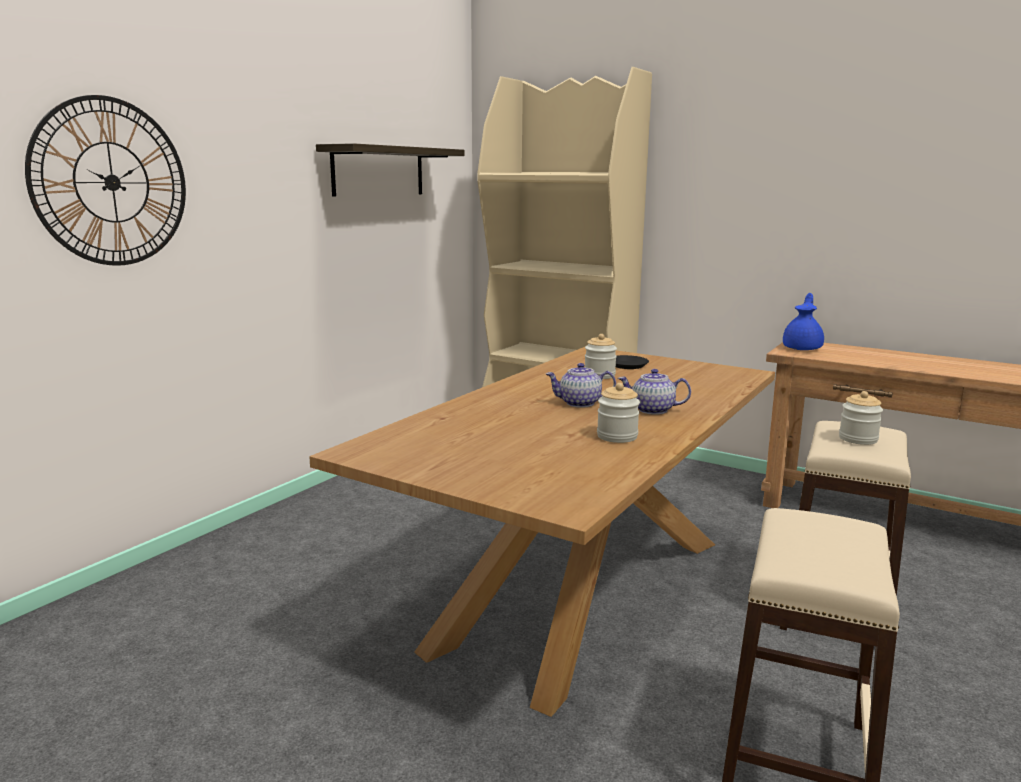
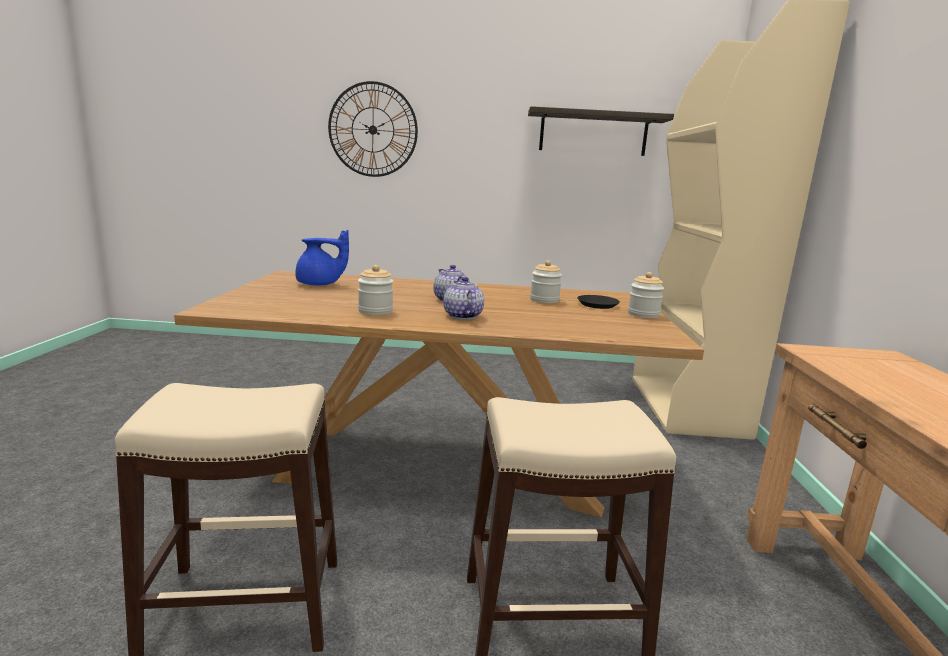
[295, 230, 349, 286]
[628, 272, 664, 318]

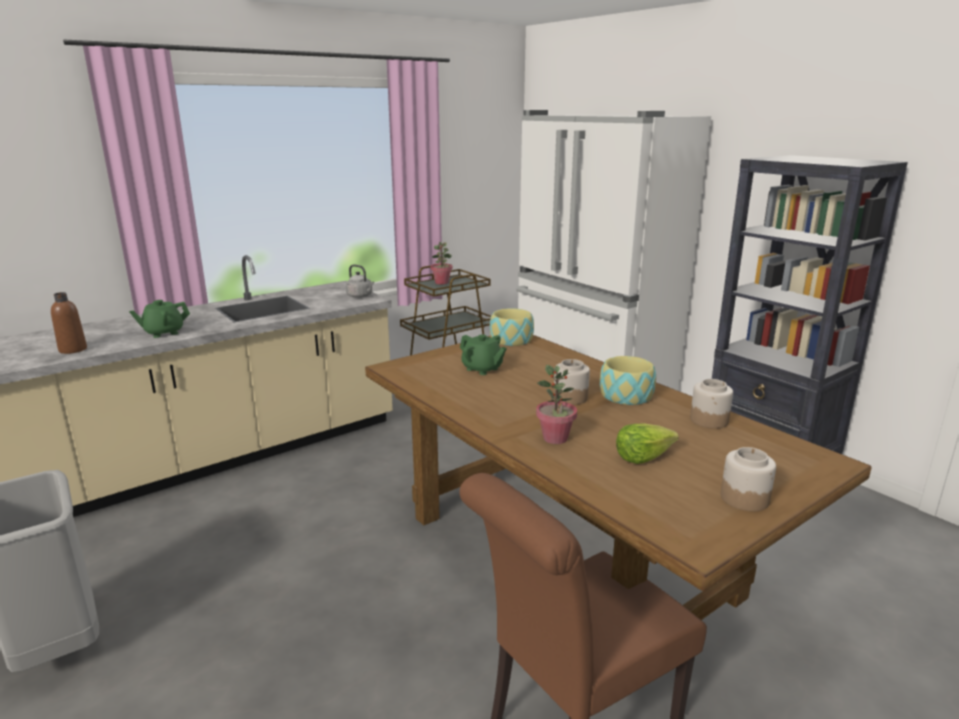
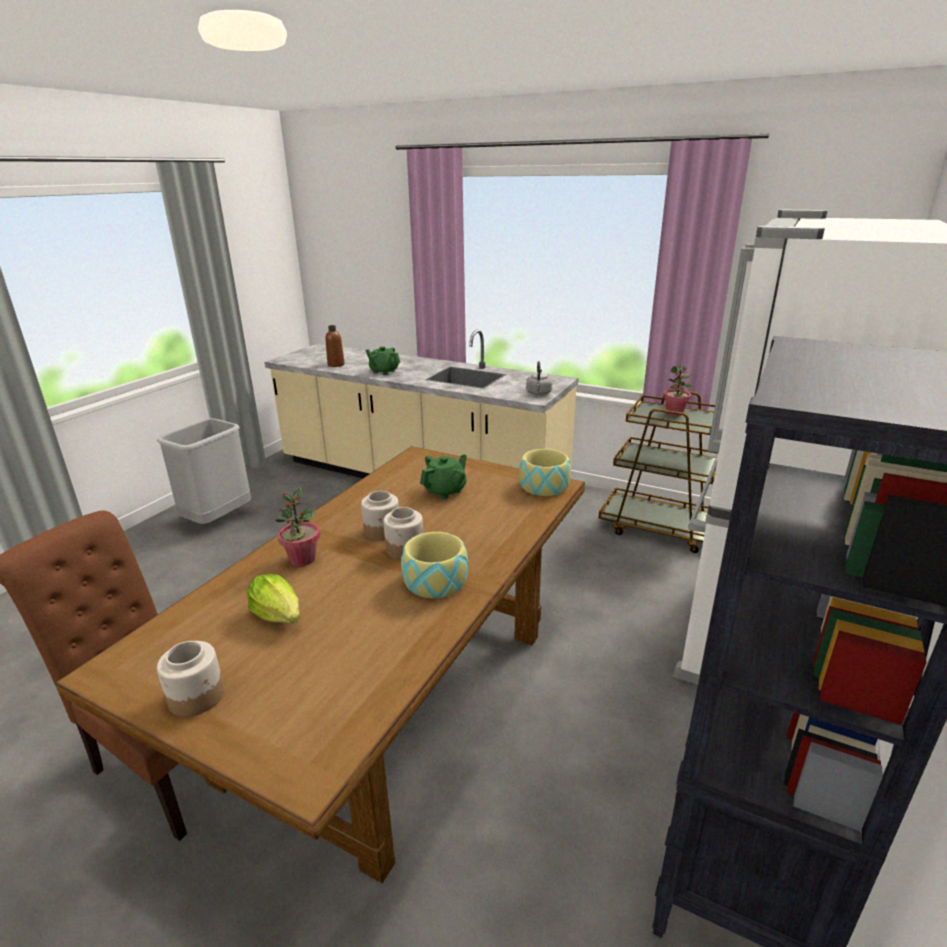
[361, 491, 399, 540]
[420, 455, 467, 499]

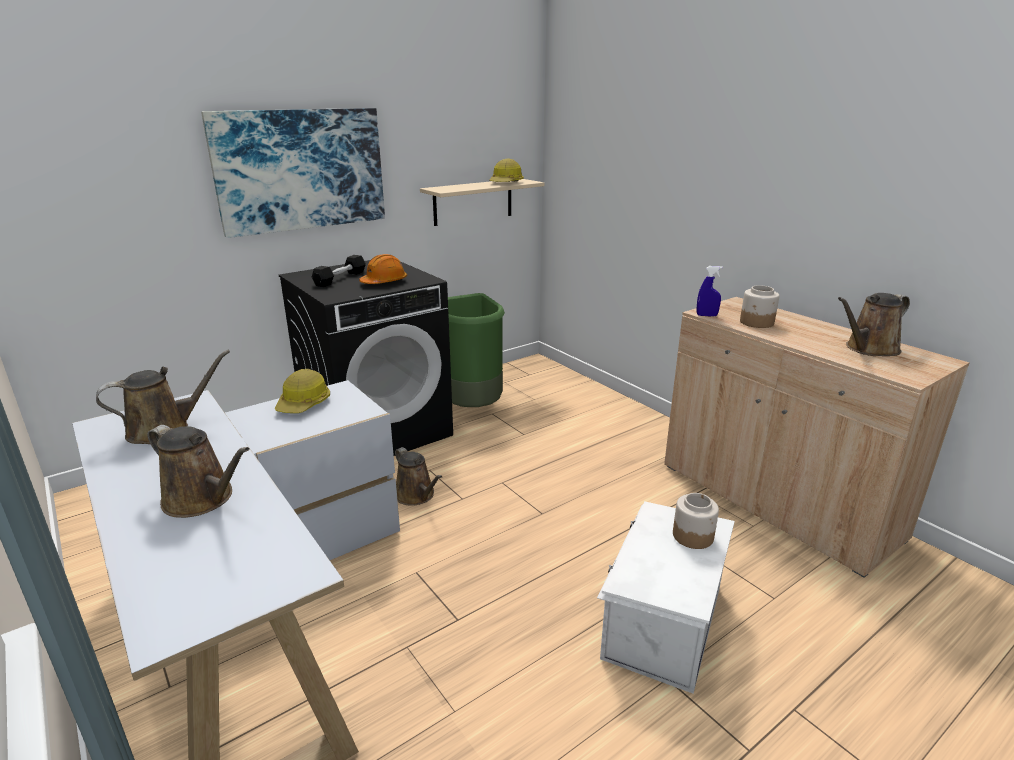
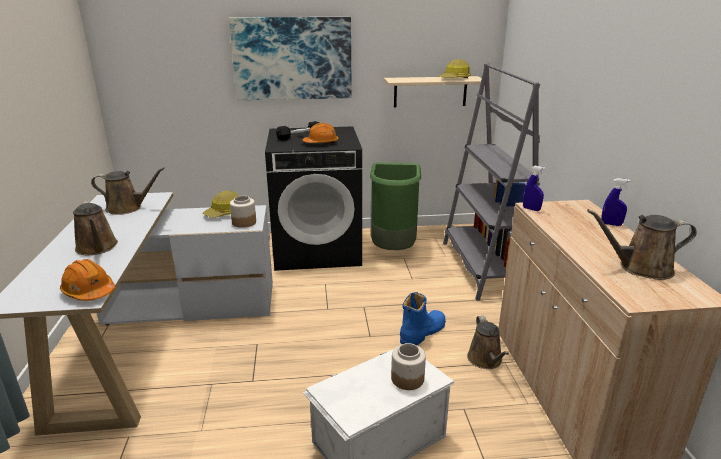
[60, 259, 115, 301]
[230, 196, 256, 228]
[400, 292, 446, 346]
[443, 63, 540, 301]
[467, 316, 509, 369]
[601, 178, 631, 226]

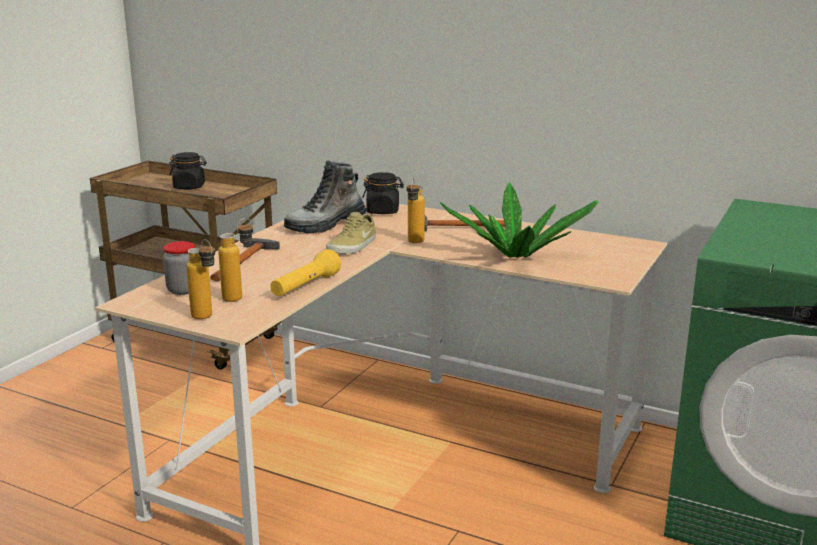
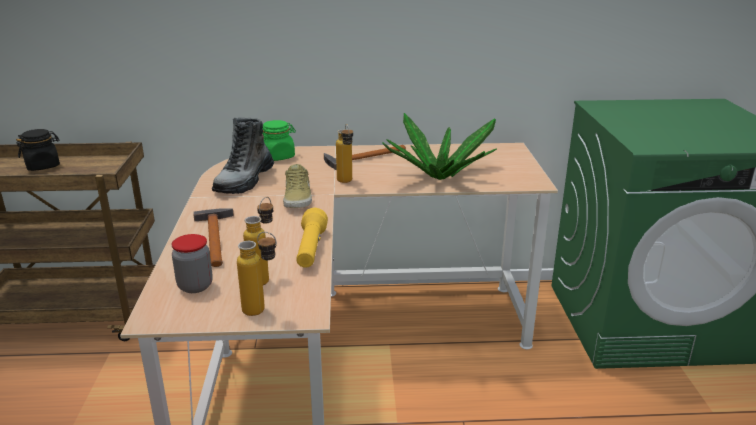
[262, 120, 296, 161]

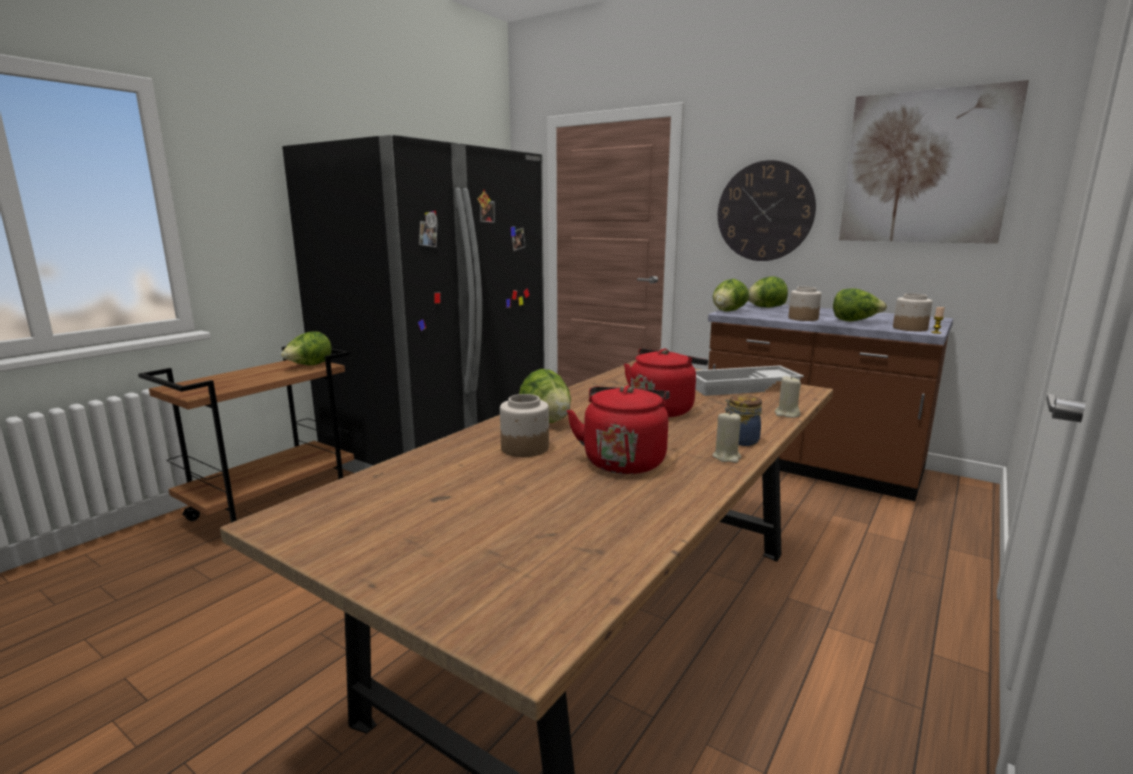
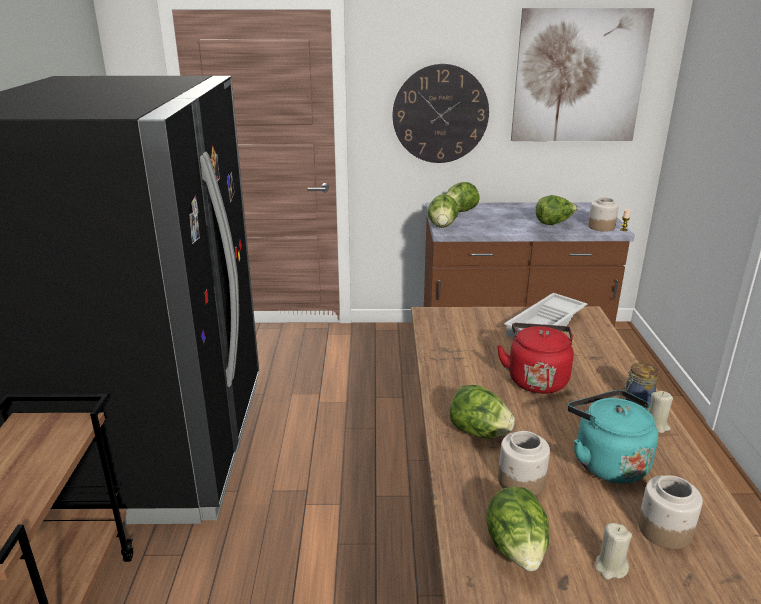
[486, 487, 549, 571]
[567, 390, 658, 483]
[595, 523, 632, 580]
[638, 475, 703, 549]

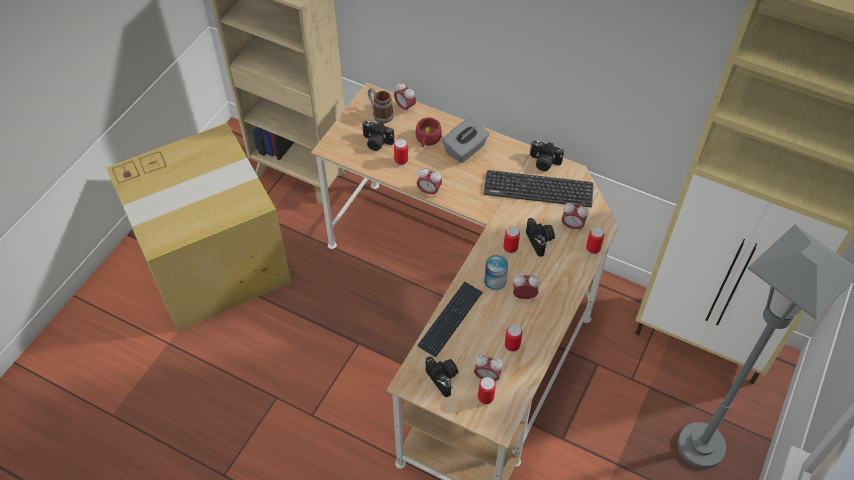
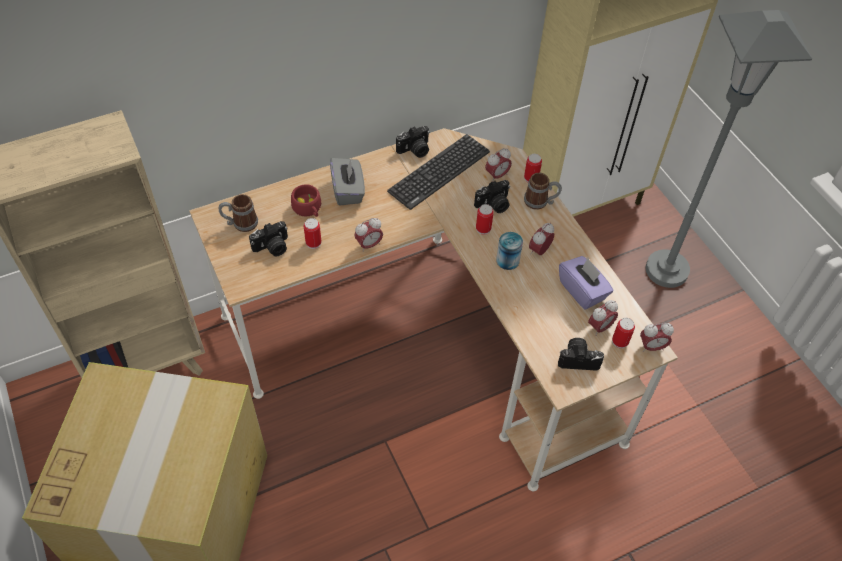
[474, 180, 510, 213]
[524, 173, 562, 210]
[559, 256, 614, 310]
[640, 323, 674, 352]
[417, 281, 483, 357] (first image)

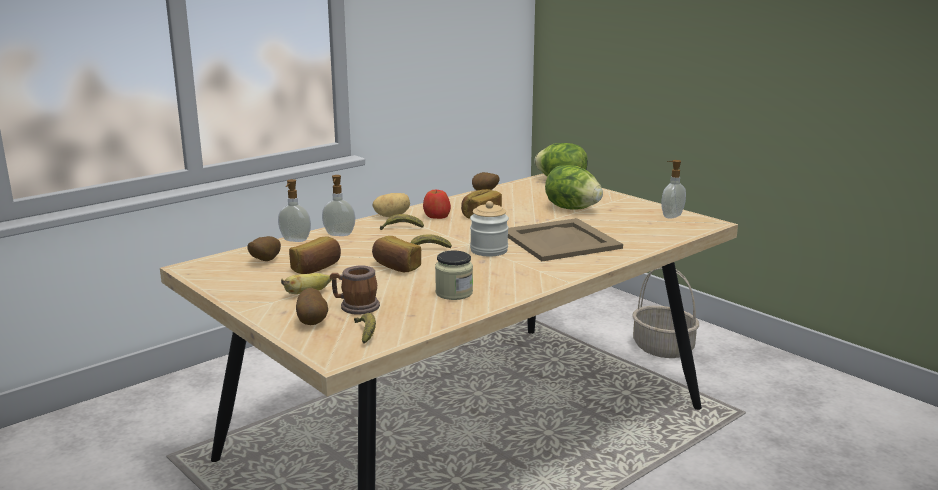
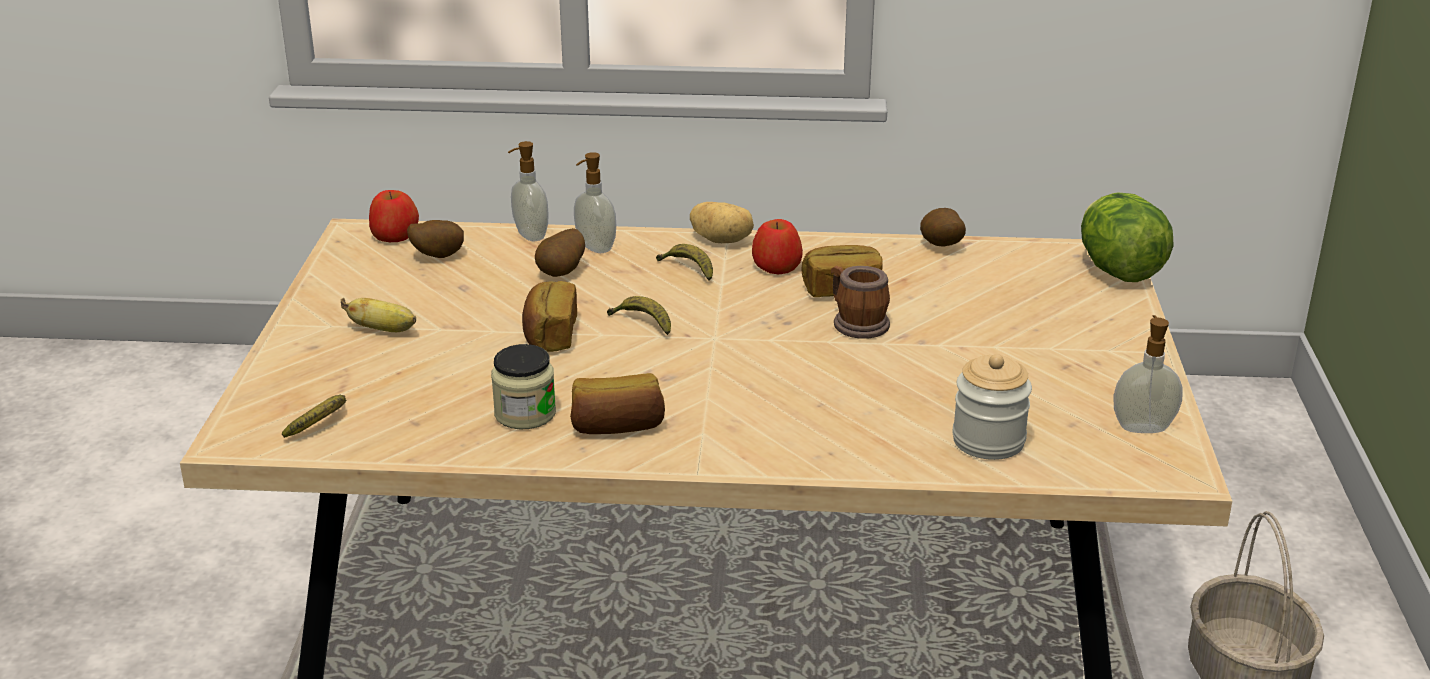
[369, 190, 419, 242]
[535, 228, 585, 277]
[570, 373, 665, 434]
[831, 266, 890, 339]
[952, 354, 1032, 460]
[508, 218, 623, 261] (first image)
[545, 165, 603, 210] (first image)

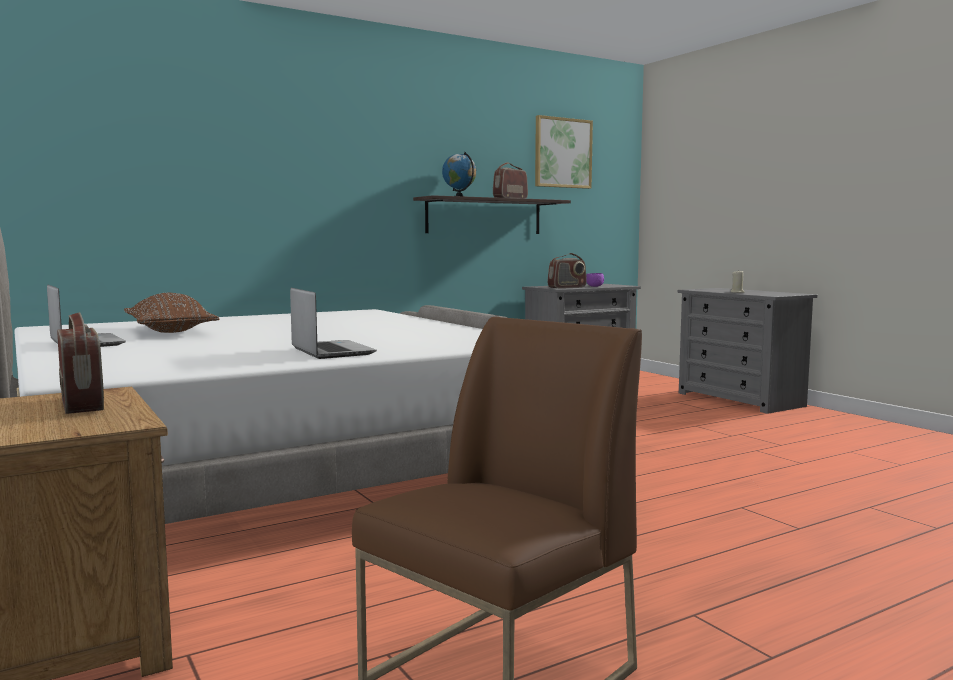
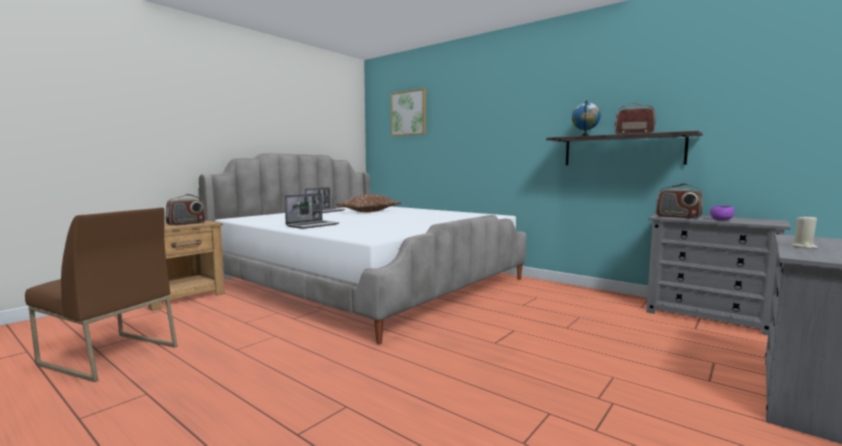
[391, 88, 426, 136]

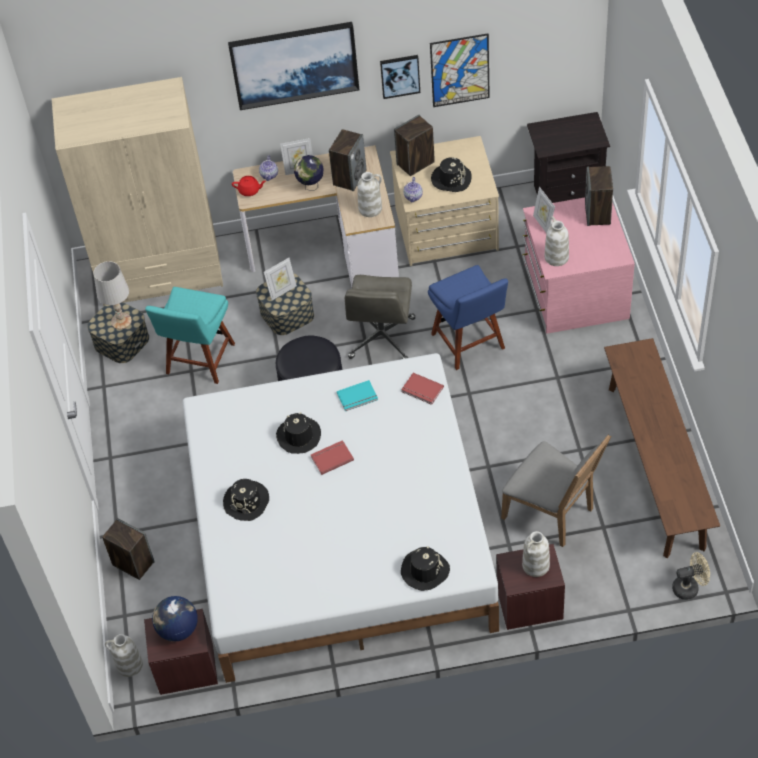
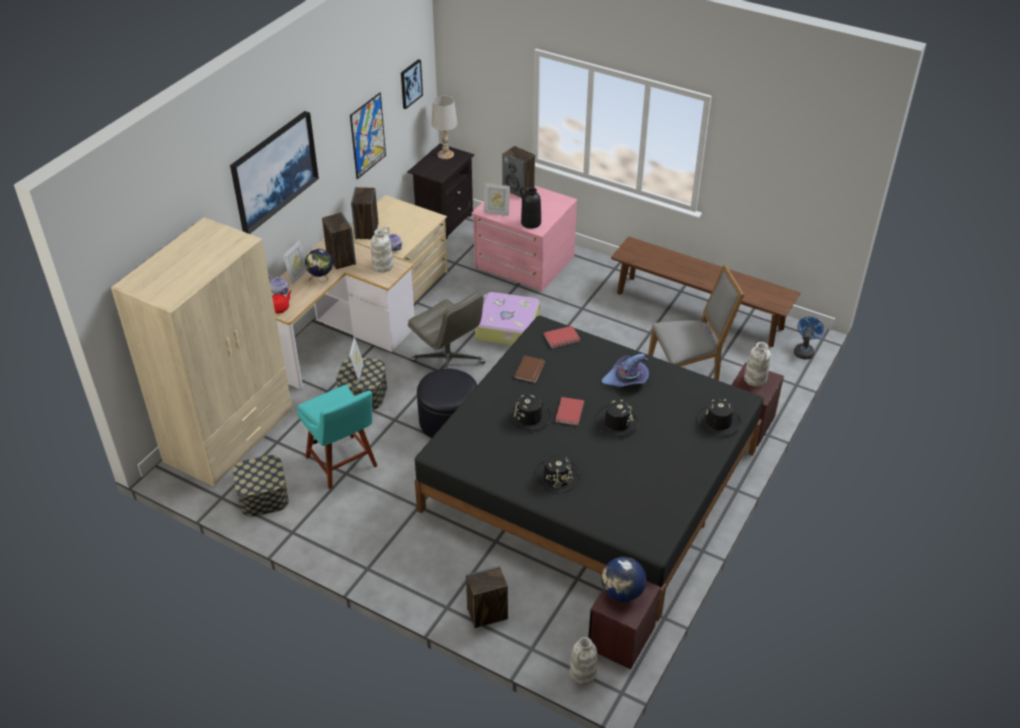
[401, 59, 423, 109]
[415, 315, 764, 621]
[432, 95, 457, 159]
[474, 292, 540, 346]
[514, 355, 545, 383]
[520, 187, 541, 229]
[596, 400, 639, 437]
[602, 354, 649, 387]
[794, 317, 824, 360]

